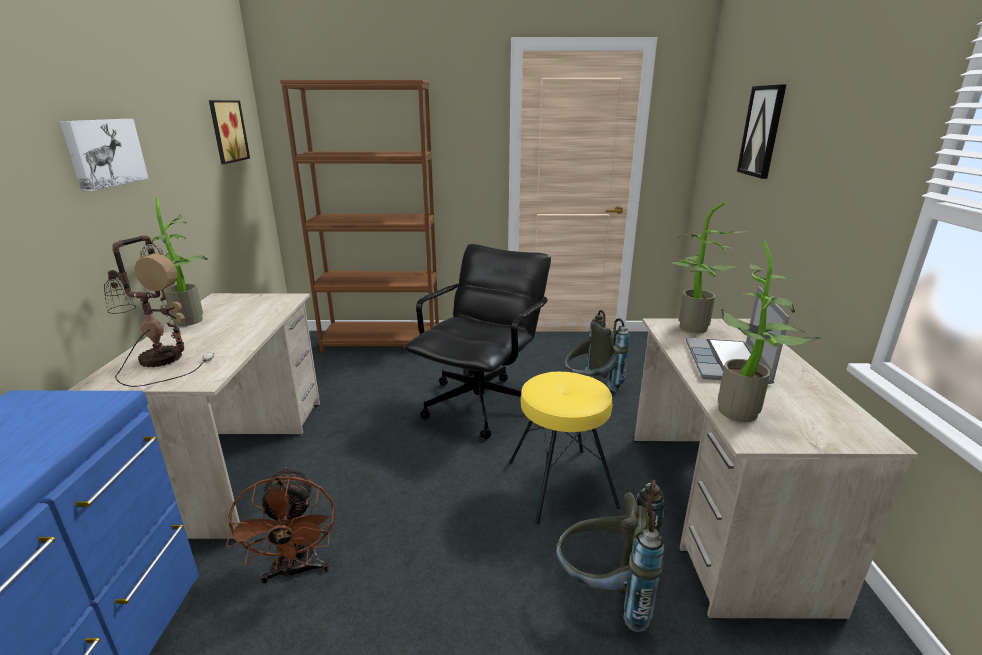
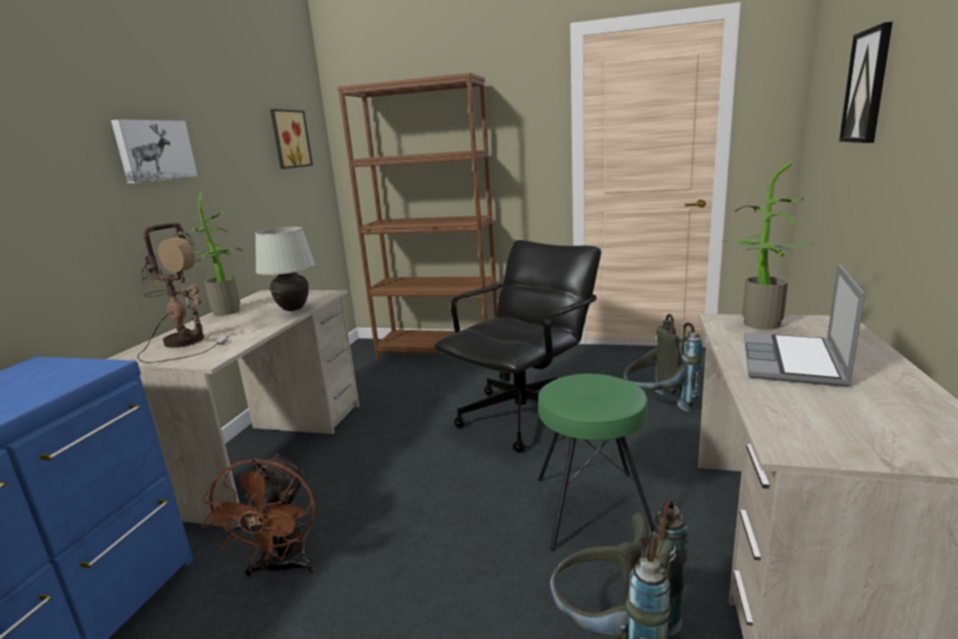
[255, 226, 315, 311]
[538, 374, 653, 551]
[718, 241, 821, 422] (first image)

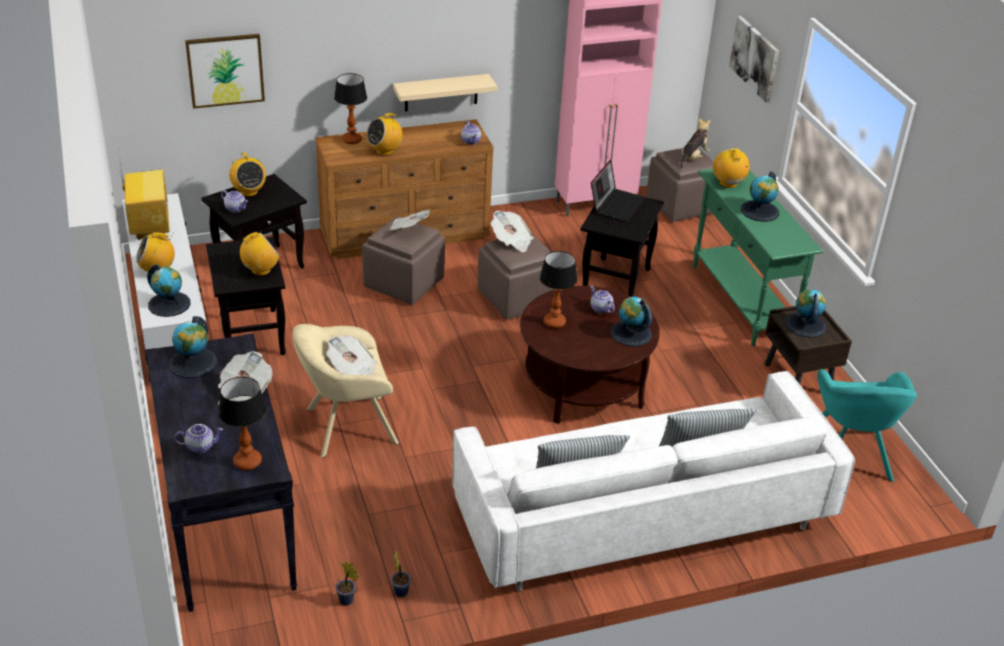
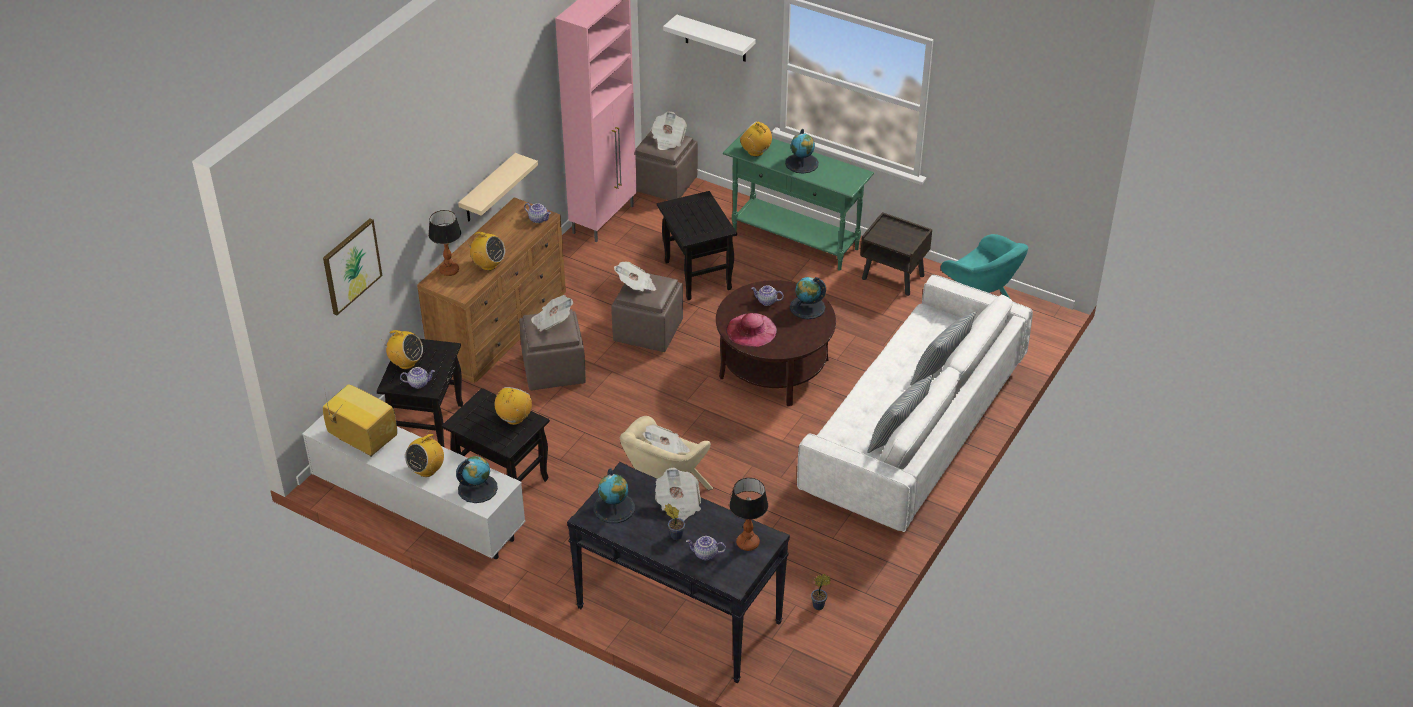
[465, 232, 505, 271]
[651, 112, 687, 150]
[663, 14, 756, 62]
[664, 504, 685, 540]
[686, 536, 726, 560]
[726, 313, 777, 347]
[591, 160, 646, 222] (first image)
[786, 289, 826, 338] (first image)

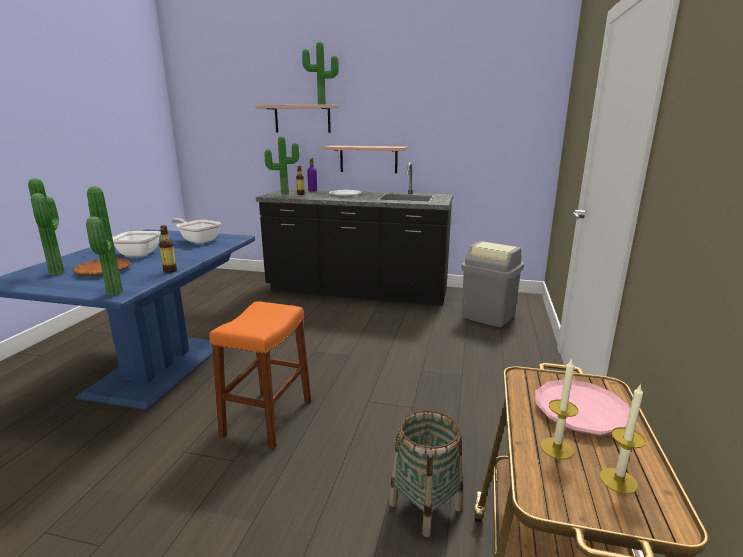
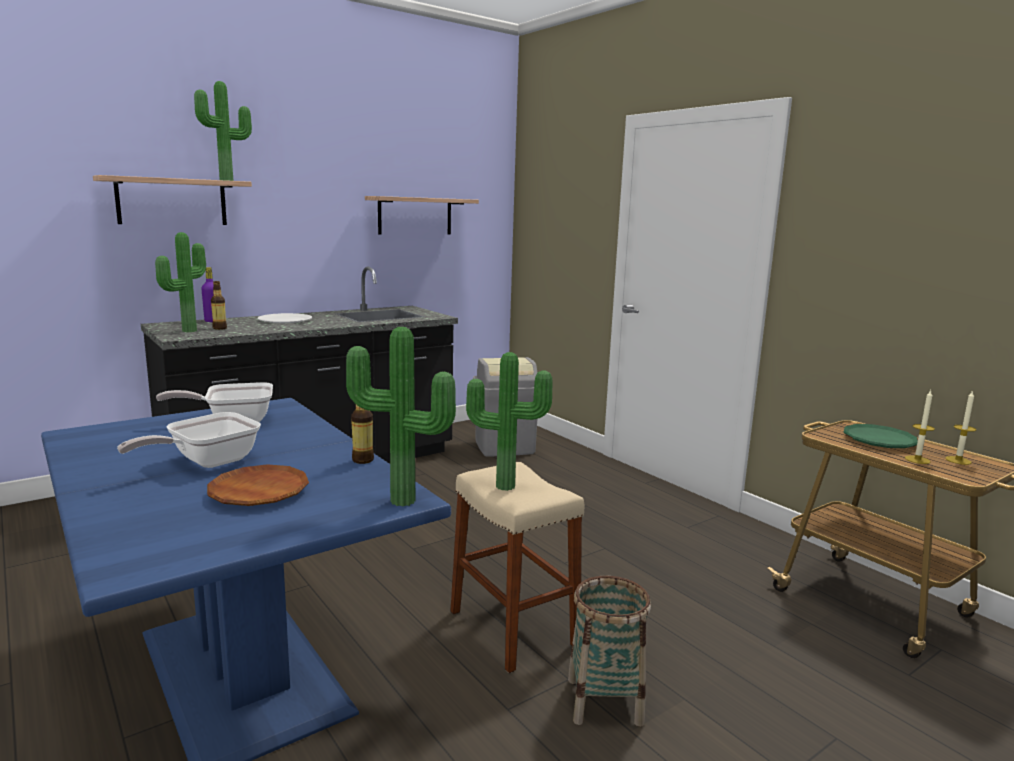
[365, 196, 479, 235]
[450, 462, 584, 673]
[466, 352, 553, 491]
[568, 576, 651, 727]
[844, 424, 918, 448]

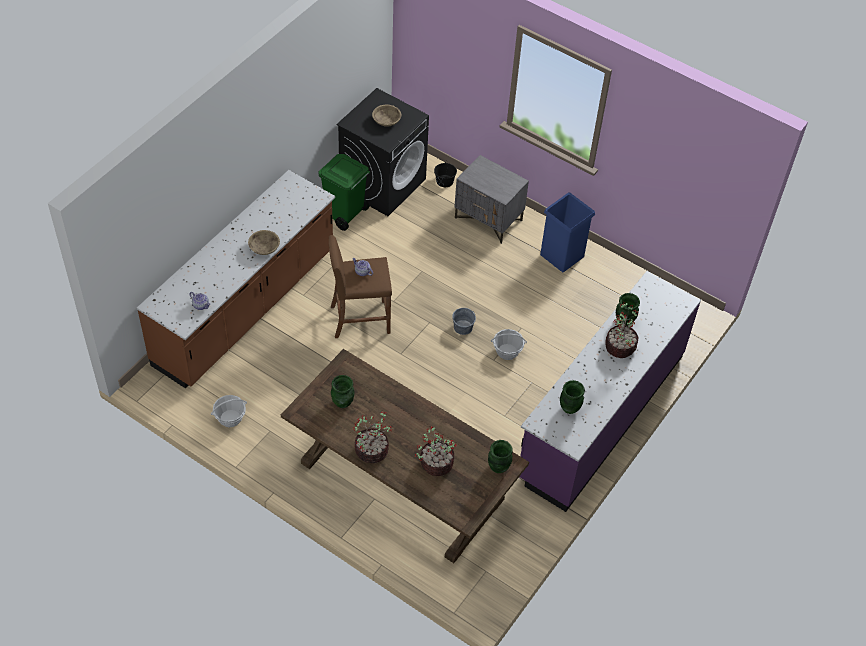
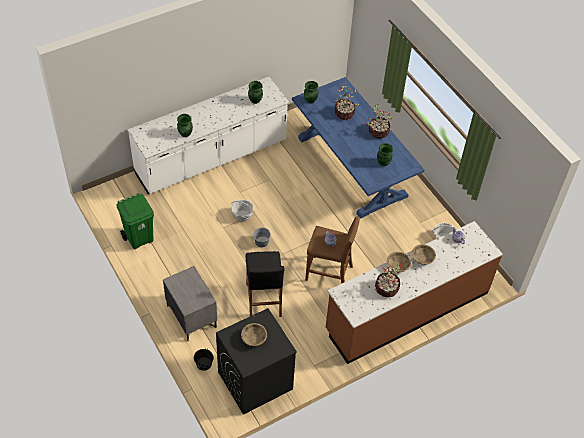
[117, 193, 154, 249]
[127, 77, 290, 194]
[246, 251, 285, 317]
[292, 77, 424, 219]
[375, 263, 402, 297]
[412, 244, 436, 265]
[540, 192, 595, 272] (first image)

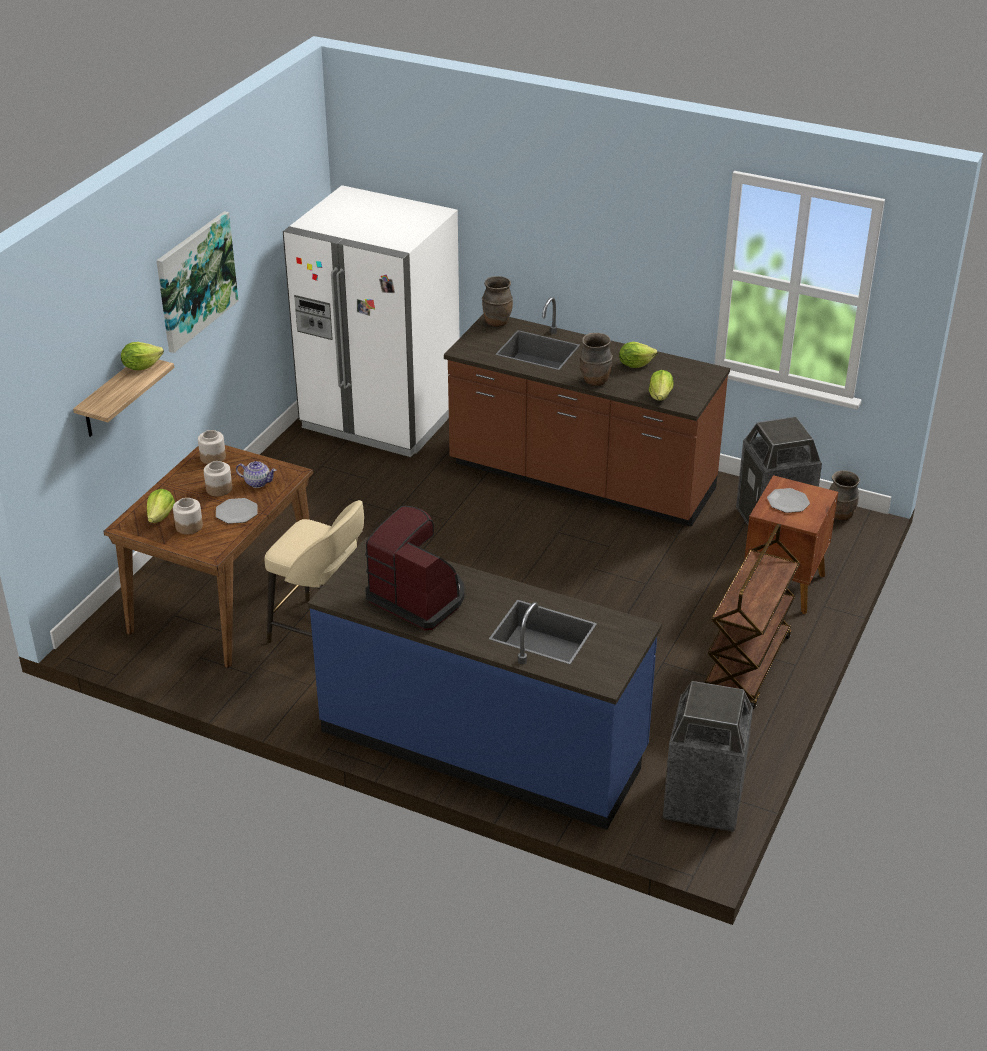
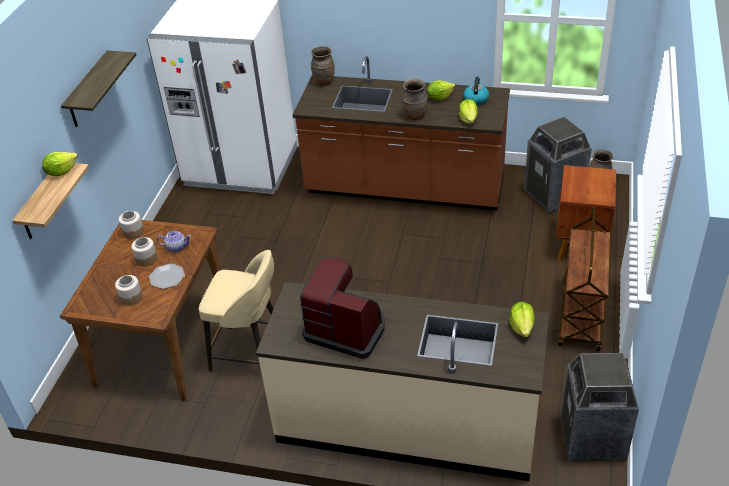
[61, 50, 137, 127]
[256, 282, 549, 481]
[464, 77, 489, 105]
[509, 302, 535, 337]
[767, 488, 810, 513] (first image)

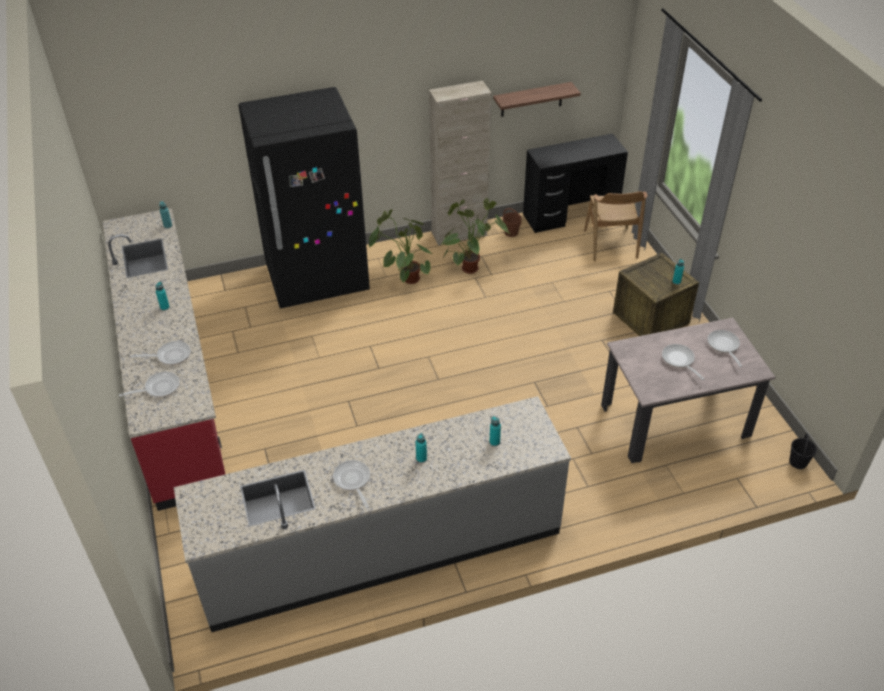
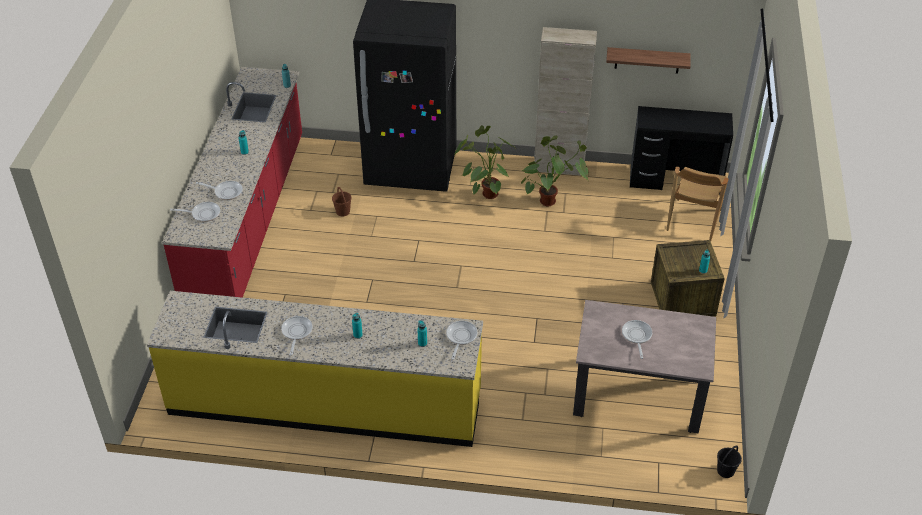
[147, 291, 483, 447]
[332, 187, 352, 216]
[446, 321, 477, 360]

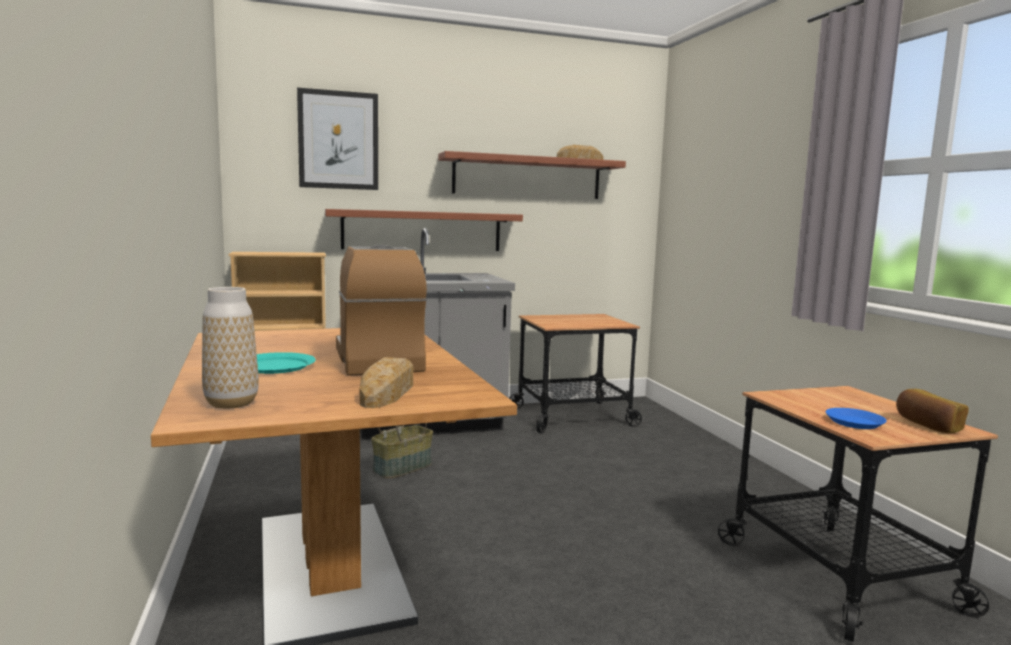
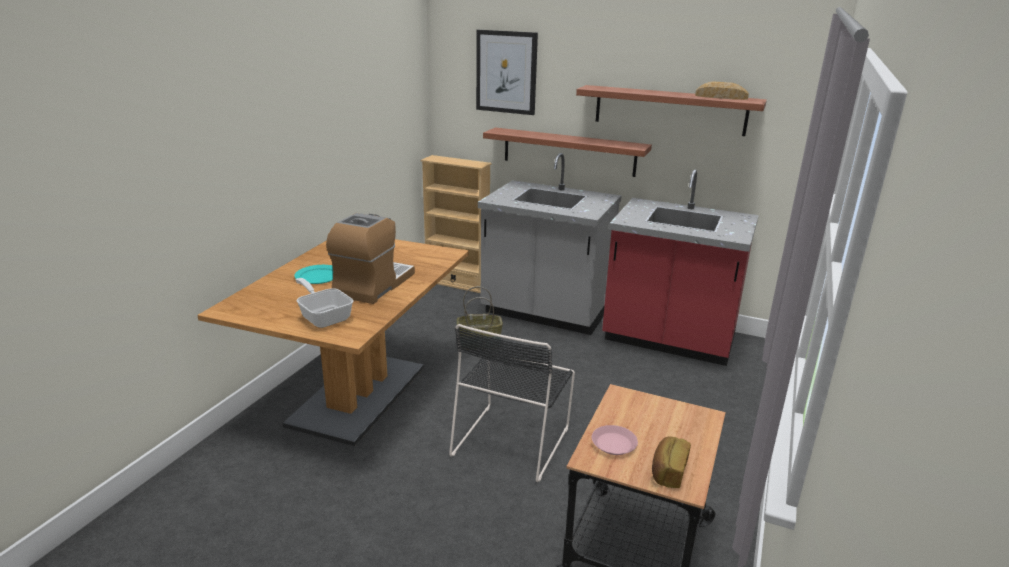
[296, 278, 353, 328]
[449, 324, 575, 482]
[592, 425, 638, 455]
[602, 170, 759, 366]
[202, 287, 259, 409] (first image)

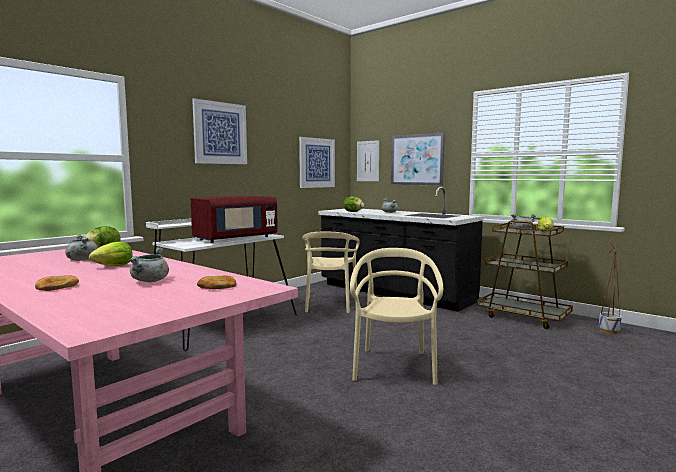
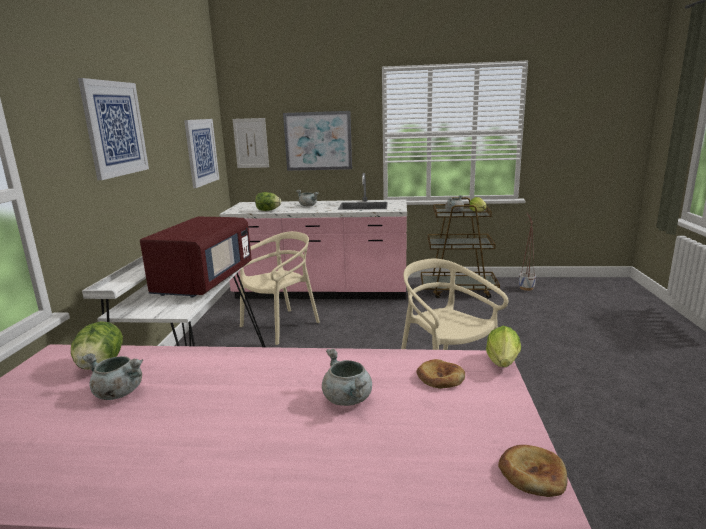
[219, 173, 407, 299]
[240, 231, 320, 345]
[486, 326, 521, 367]
[498, 445, 567, 497]

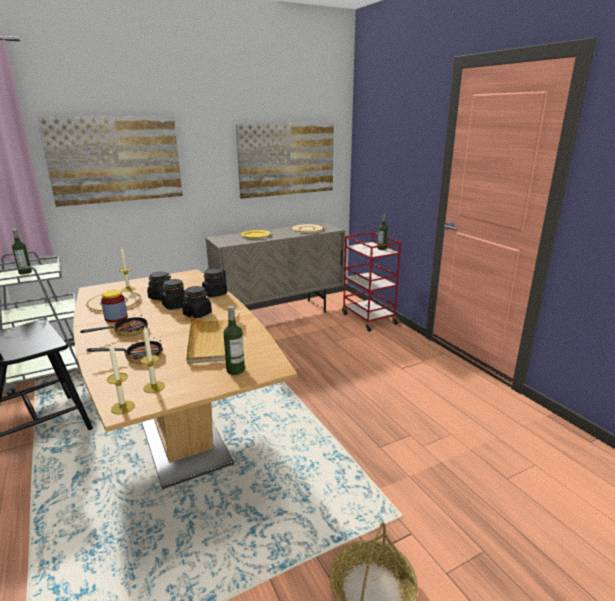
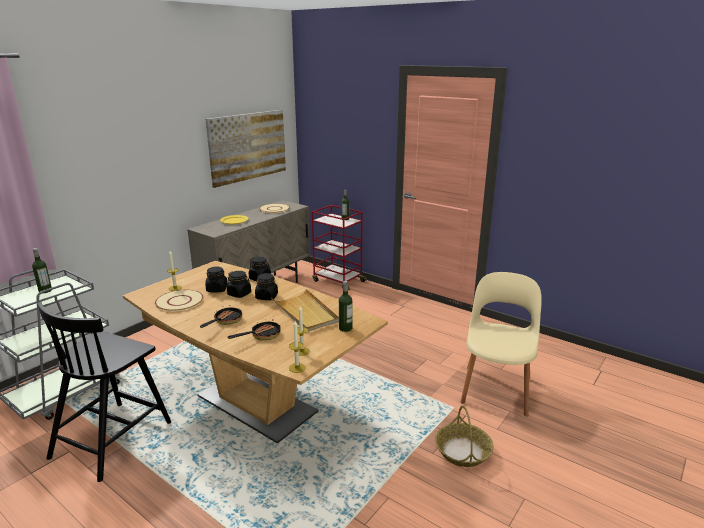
[460, 272, 542, 416]
[37, 116, 183, 207] (first image)
[101, 290, 127, 323] (first image)

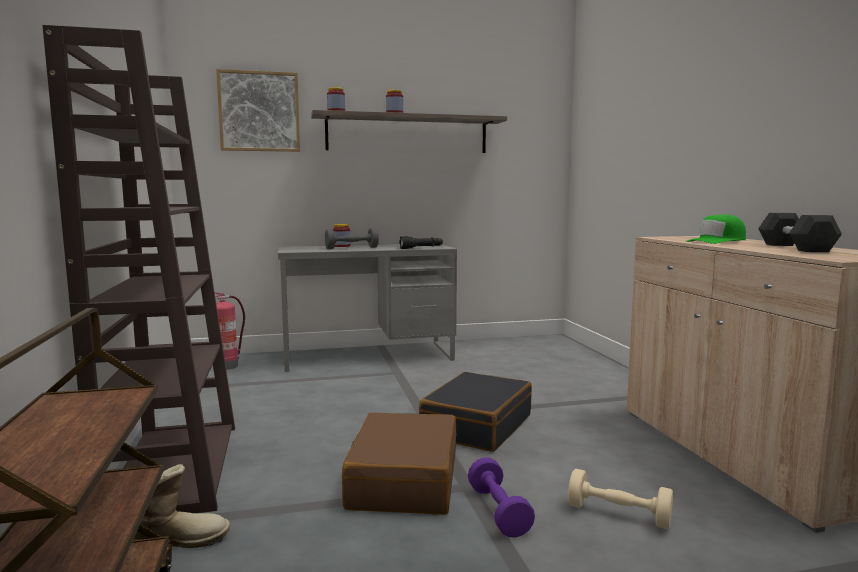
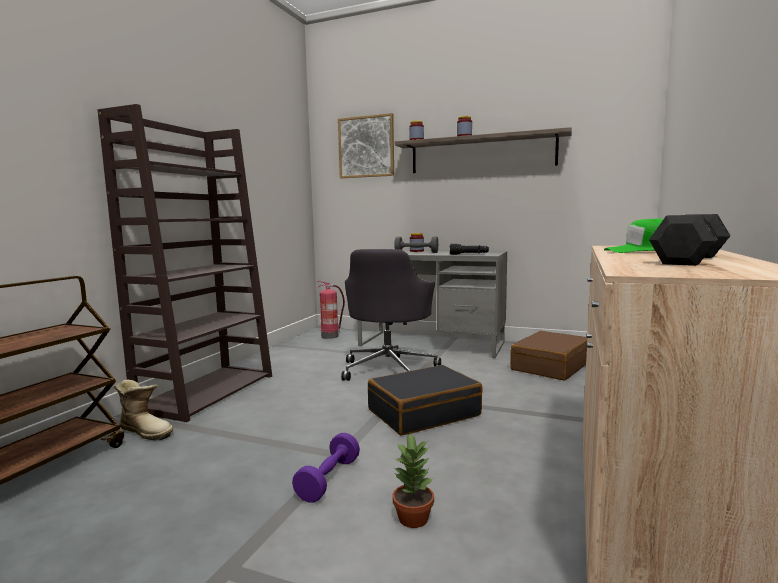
[341, 249, 441, 381]
[393, 434, 434, 528]
[510, 331, 587, 380]

